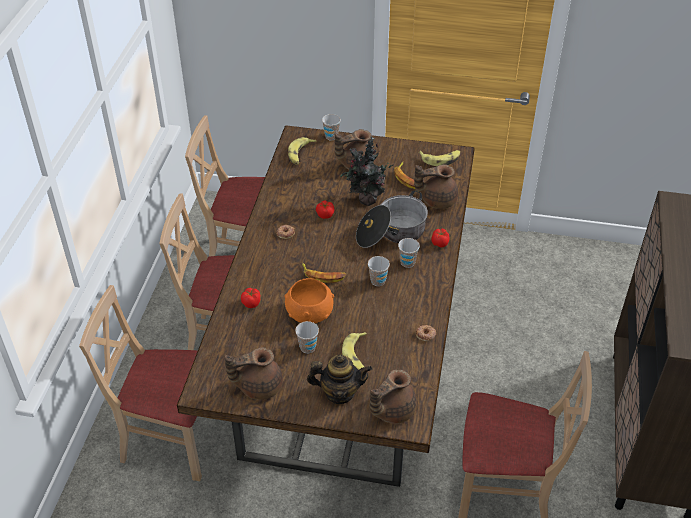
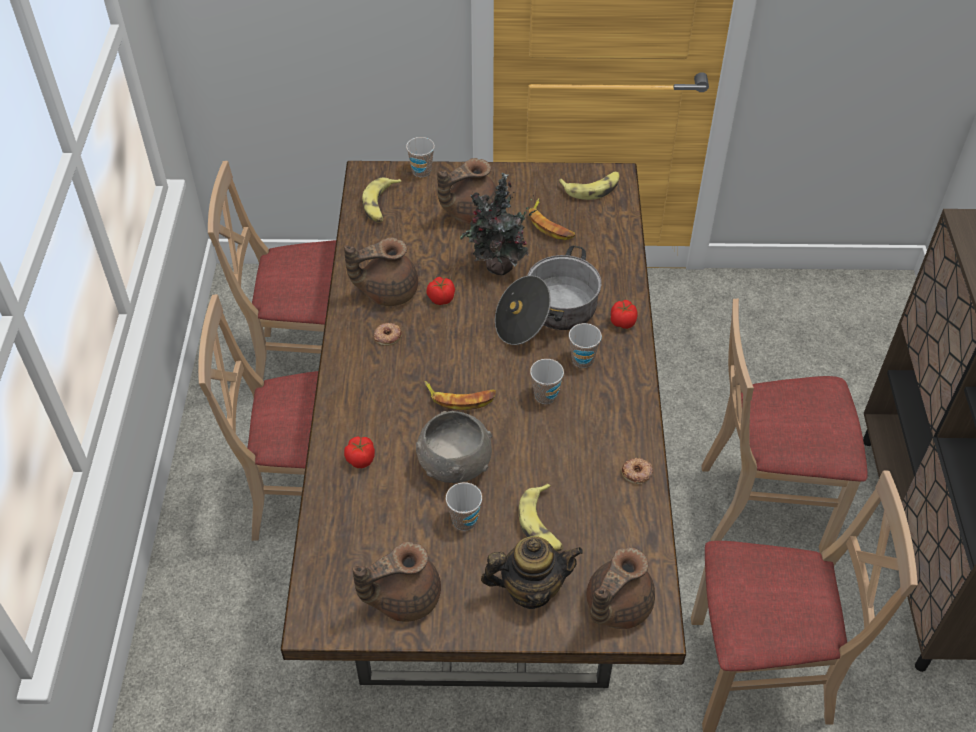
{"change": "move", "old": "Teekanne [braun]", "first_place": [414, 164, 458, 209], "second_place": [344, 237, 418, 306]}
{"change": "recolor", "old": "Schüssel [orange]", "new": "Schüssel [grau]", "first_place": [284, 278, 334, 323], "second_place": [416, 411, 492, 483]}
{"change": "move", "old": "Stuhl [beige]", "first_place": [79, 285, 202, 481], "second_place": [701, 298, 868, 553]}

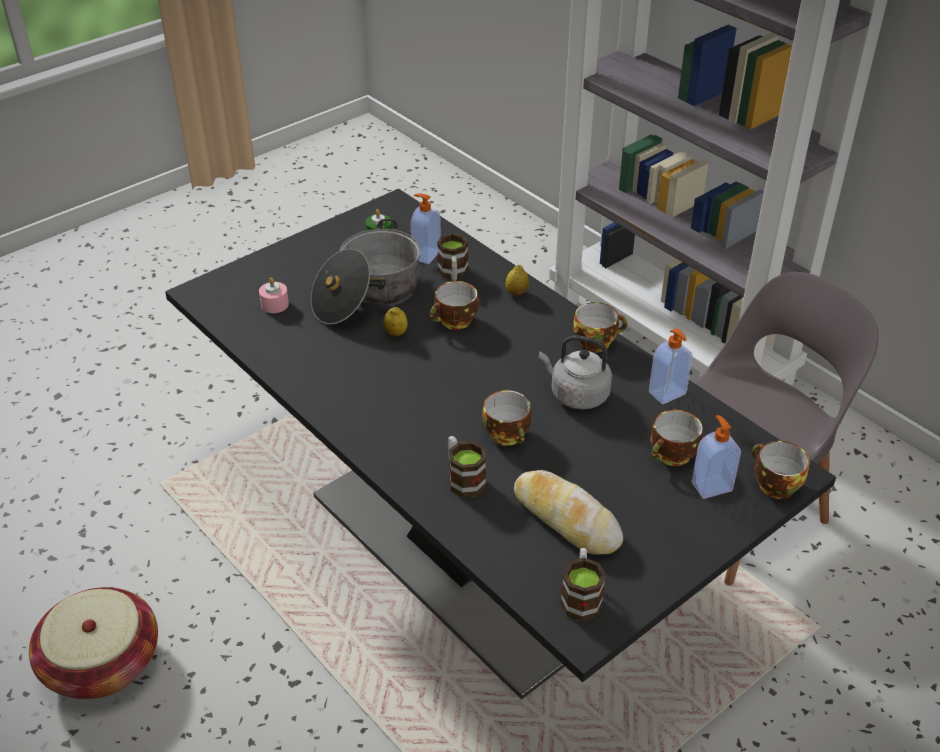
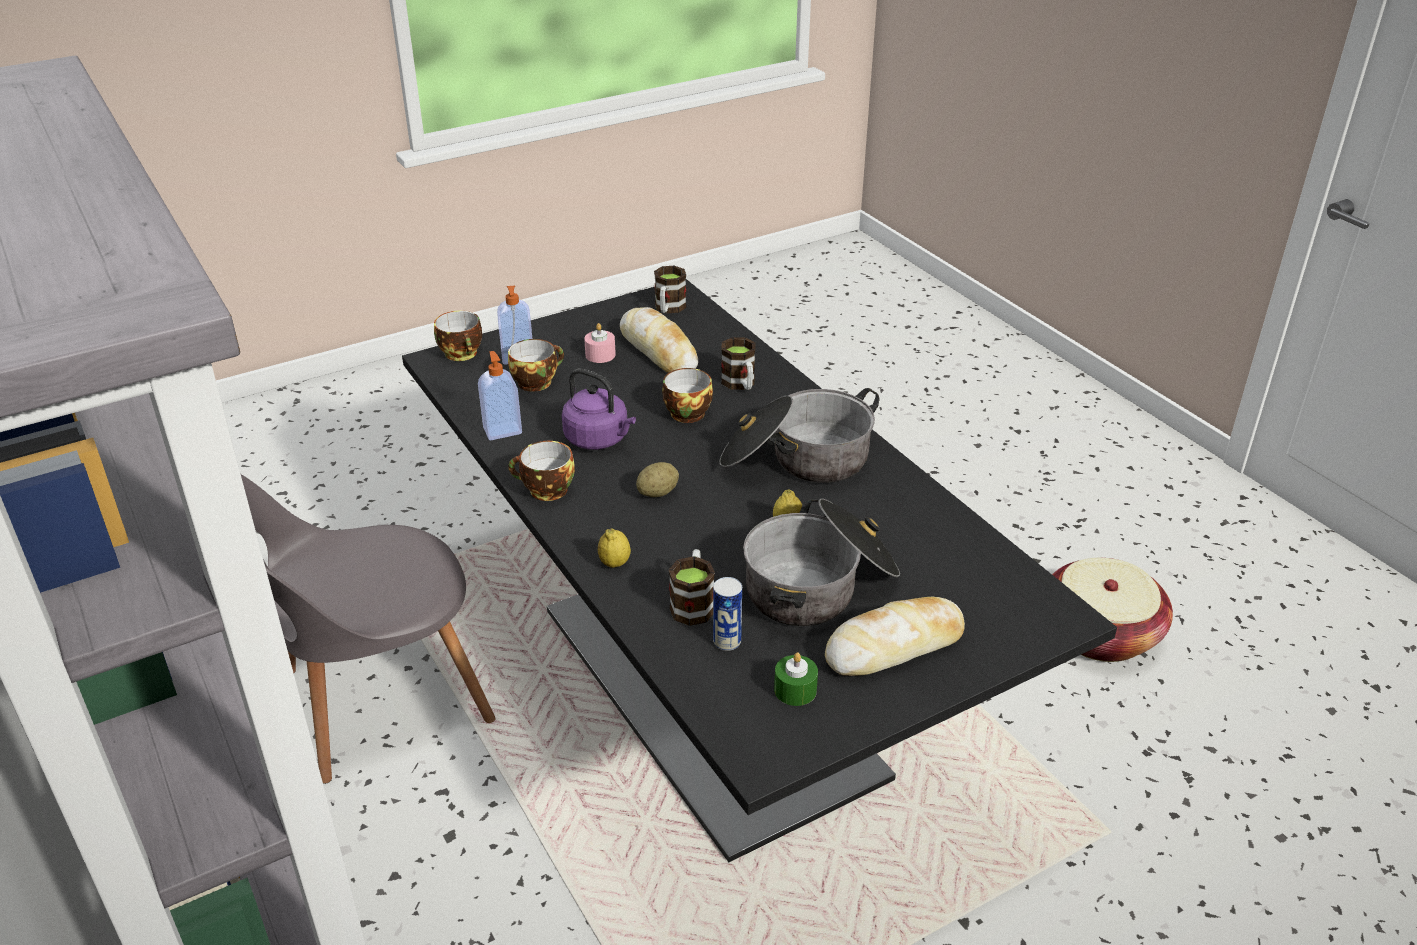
{"change": "recolor", "old": "Wasserkessel [grau]", "new": "Wasserkessel [lila]", "first_place": [539, 335, 612, 409], "second_place": [562, 369, 636, 450]}
{"change": "move", "old": "Kerze [rosa]", "first_place": [259, 277, 289, 313], "second_place": [584, 323, 616, 363]}
{"change": "insert", "new": "Kartoffel", "second_place": [636, 462, 679, 497]}
{"change": "replace", "old": "Seifenspender", "new": "Dose", "first_place": [411, 193, 441, 264], "second_place": [713, 577, 742, 651]}
{"change": "insert", "new": "Kochtopf", "second_place": [719, 388, 879, 483]}
{"change": "insert", "new": "Brot", "second_place": [825, 597, 965, 676]}
{"change": "delete", "old": "Tasse", "first_place": [430, 281, 478, 330]}

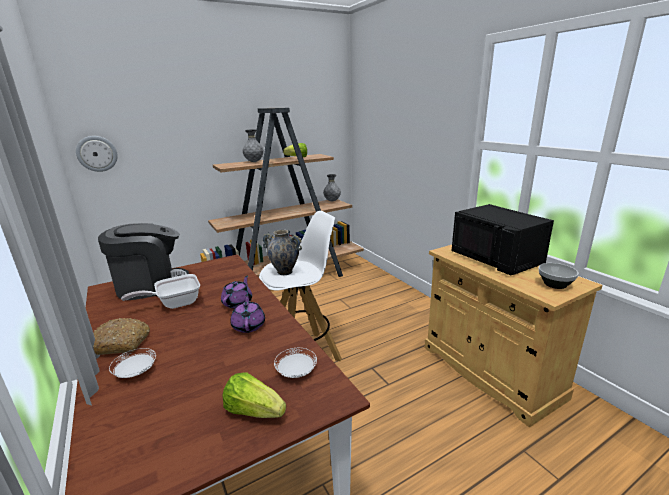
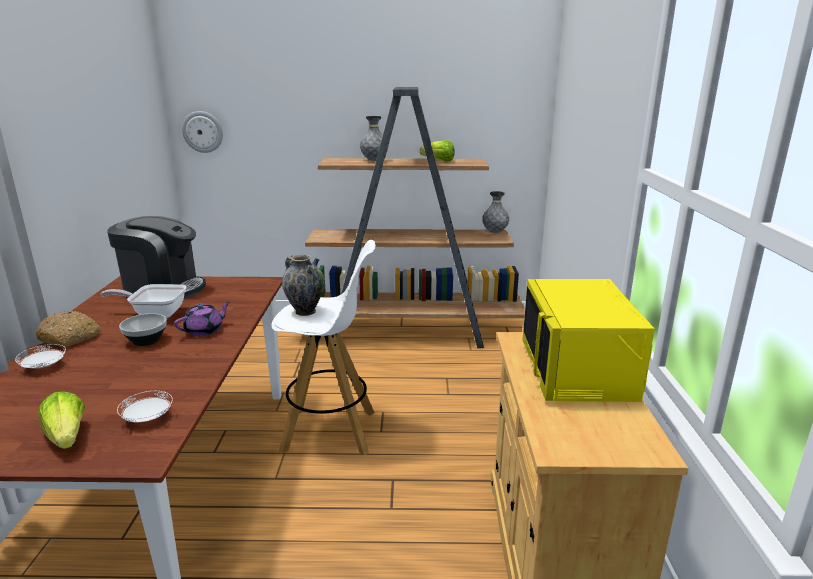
{"change": "move", "old": "Schüssel", "first_place": [539, 263, 579, 289], "second_place": [119, 313, 167, 346]}
{"change": "recolor", "old": "Mikrowelle [schwarz]", "new": "Mikrowelle [gelb]", "first_place": [451, 204, 554, 275], "second_place": [522, 279, 655, 402]}
{"change": "delete", "old": "Teekanne [lila]", "first_place": [230, 294, 265, 333]}

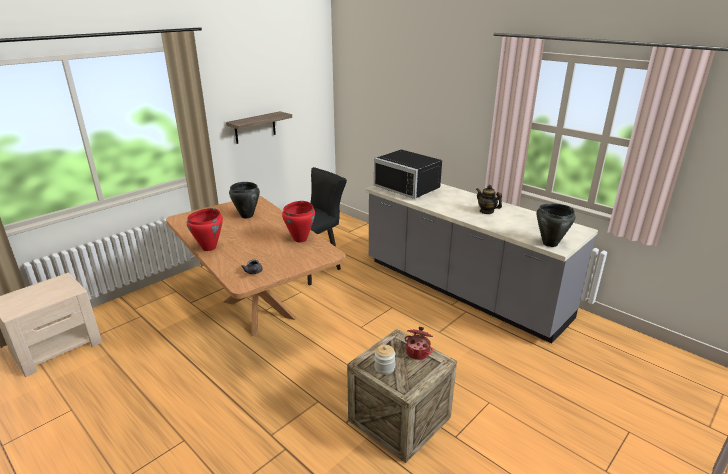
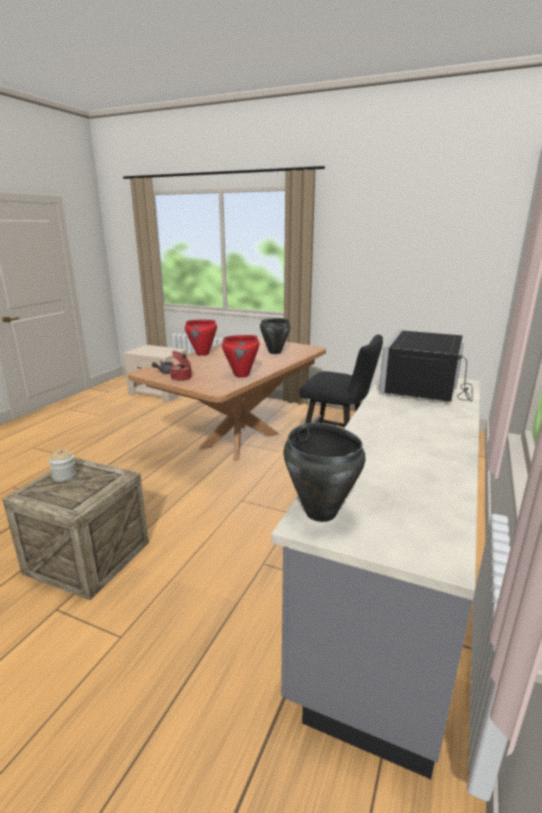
{"change": "move", "old": "Kochtopf", "first_place": [405, 327, 433, 360], "second_place": [170, 351, 192, 381]}
{"change": "delete", "old": "Wandregal", "first_place": [226, 111, 292, 144]}
{"change": "delete", "old": "Teekanne", "first_place": [476, 185, 502, 214]}

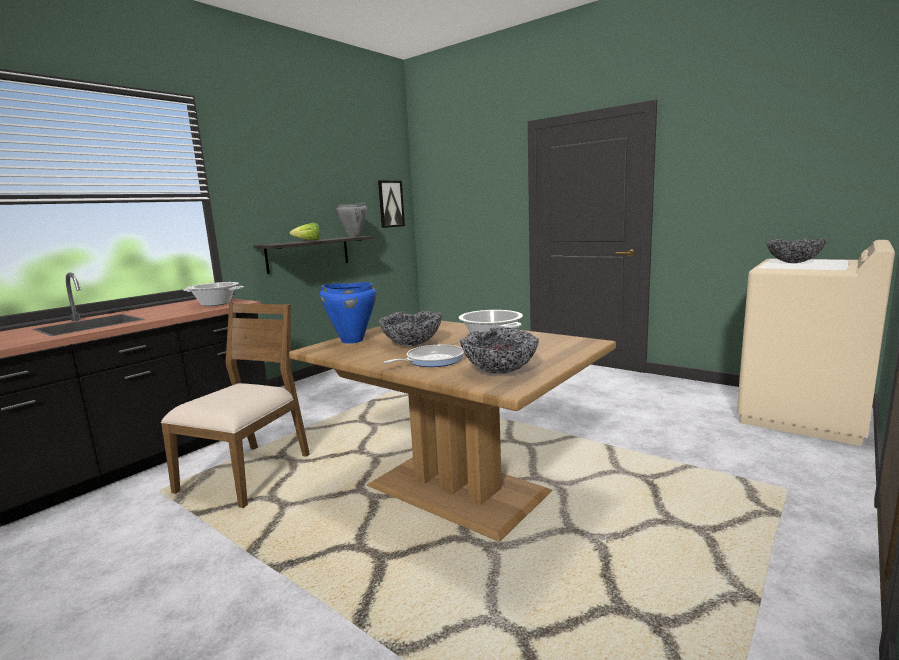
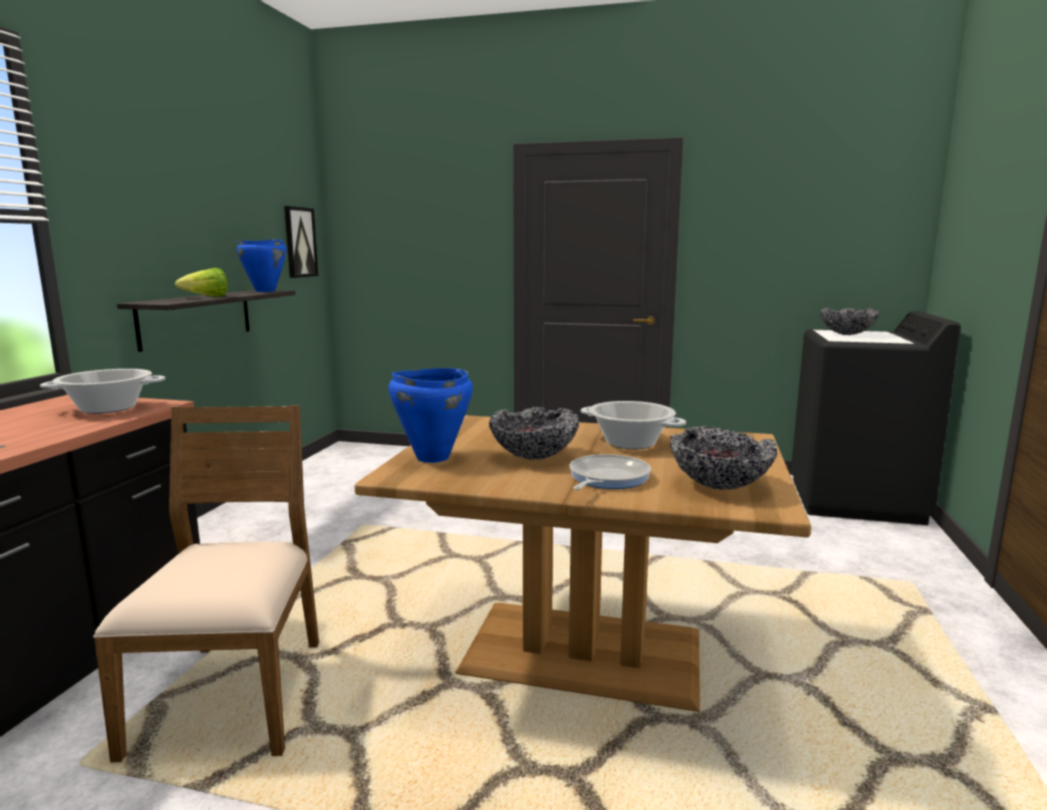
{"change": "recolor", "old": "Kochtopf [grau]", "new": "Kochtopf [blau]", "first_place": [336, 203, 367, 237], "second_place": [237, 239, 286, 292]}
{"change": "recolor", "old": "Waschmaschine [beige]", "new": "Waschmaschine [schwarz]", "first_place": [737, 240, 895, 446], "second_place": [791, 311, 961, 525]}

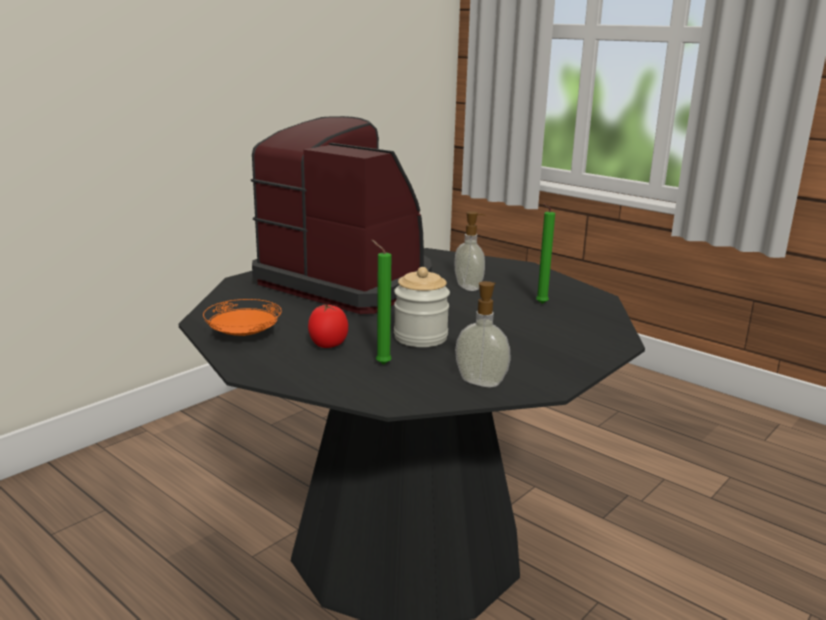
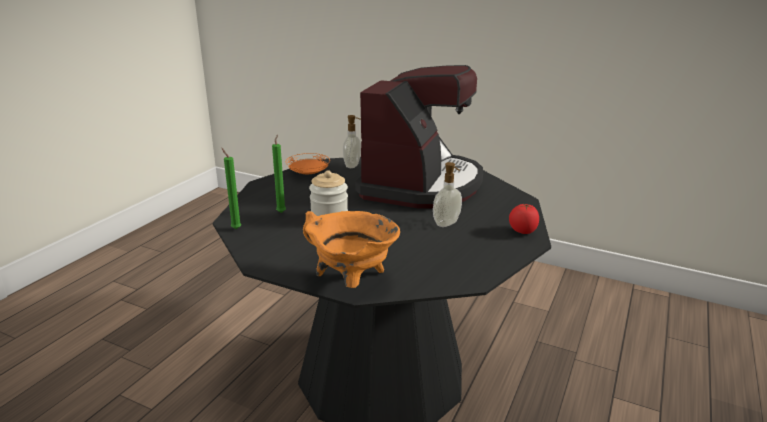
{"change": "move", "old": "Kerze [grün]", "first_place": [536, 203, 555, 304], "second_place": [222, 148, 242, 229]}
{"change": "insert", "new": "Kochtopf [orange]", "second_place": [303, 211, 400, 288]}
{"change": "move", "old": "Seifenspender", "first_place": [455, 281, 511, 387], "second_place": [343, 115, 361, 168]}
{"change": "move", "old": "Tomate", "first_place": [308, 304, 348, 348], "second_place": [509, 203, 539, 234]}

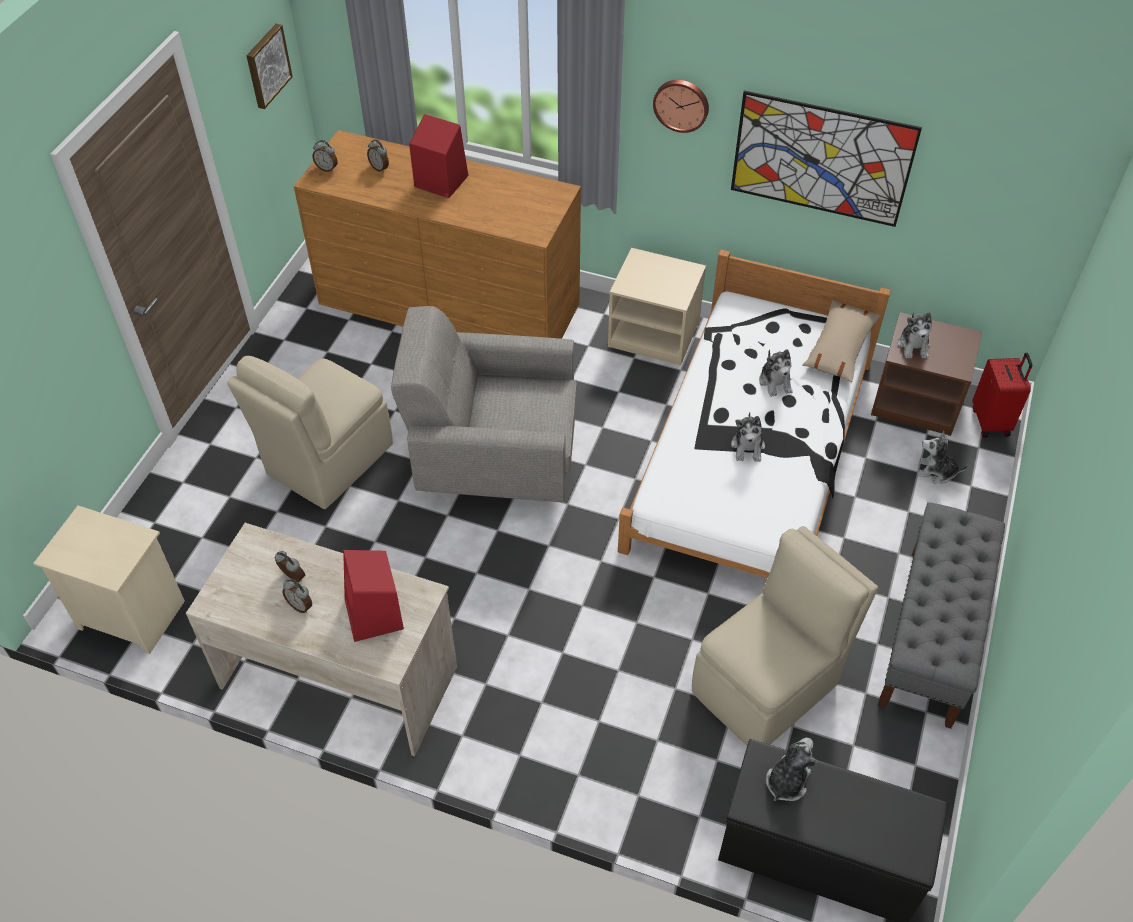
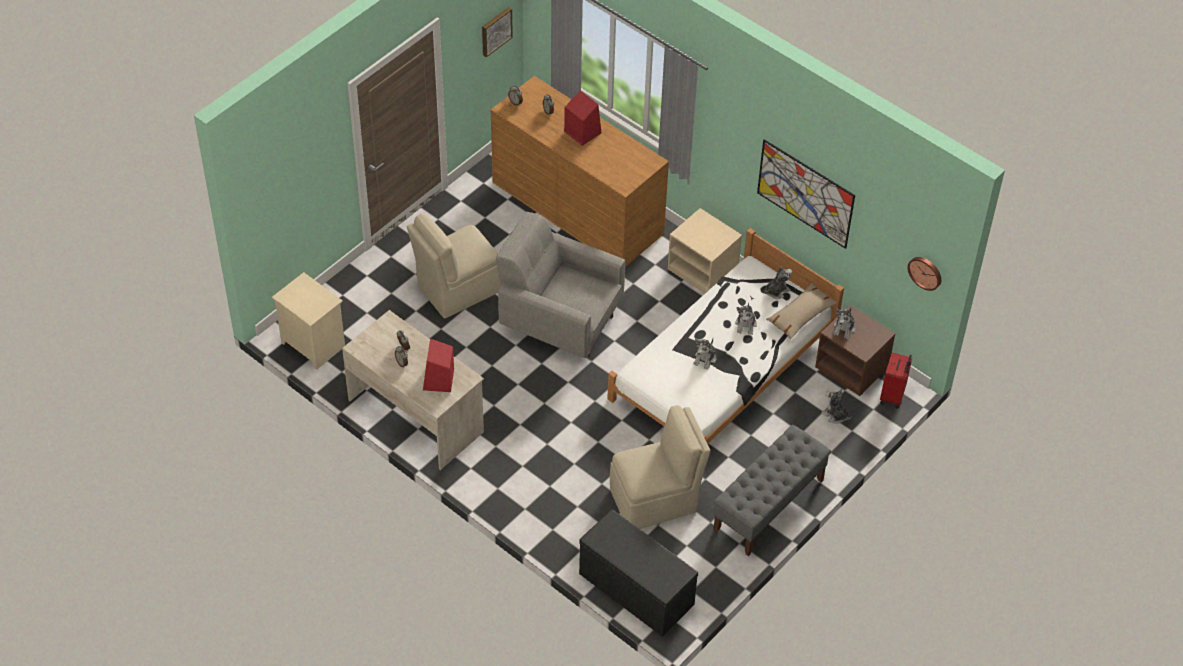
{"change": "move", "old": "Plüschtier", "first_place": [766, 738, 819, 801], "second_place": [764, 267, 792, 299]}
{"change": "move", "old": "Wanduhr", "first_place": [653, 80, 709, 133], "second_place": [907, 257, 941, 291]}

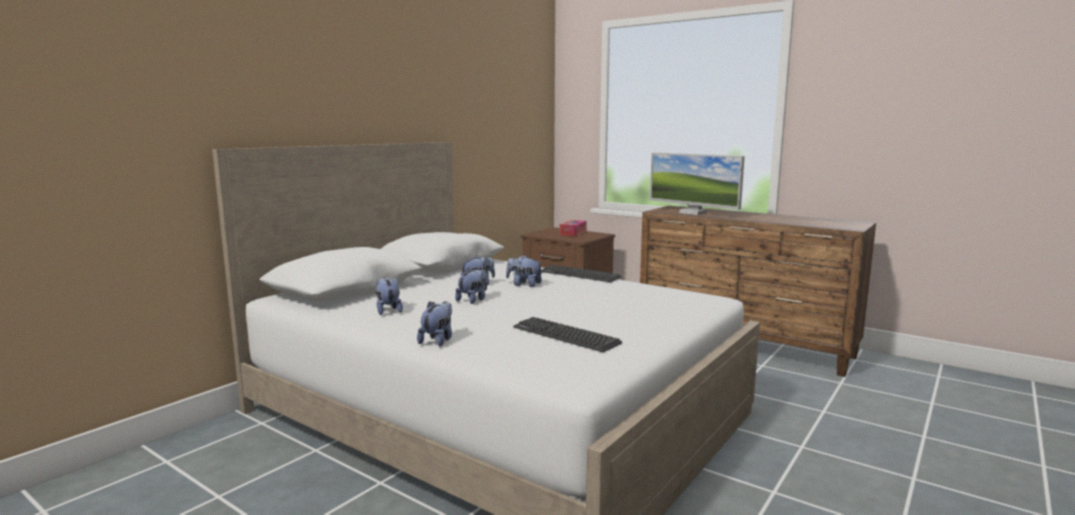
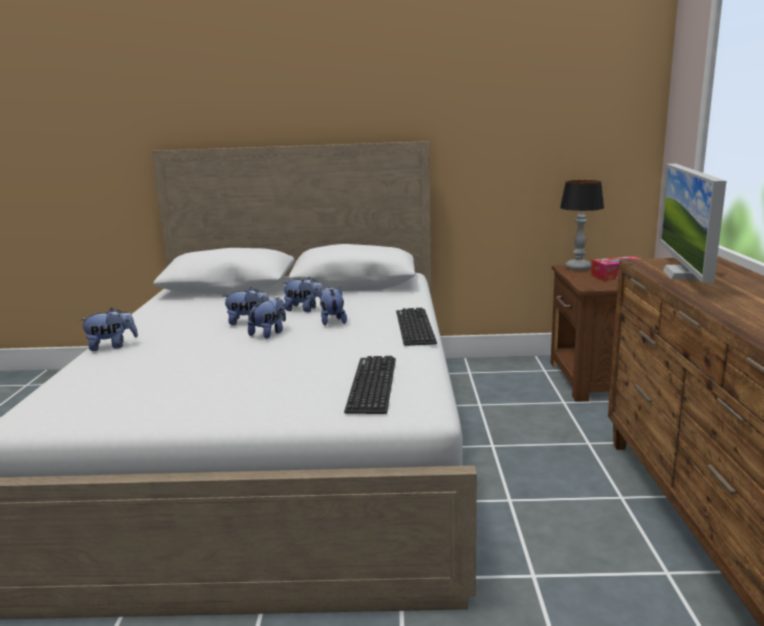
{"change": "move", "old": "Plüschtier", "first_place": [376, 277, 403, 315], "second_place": [248, 297, 286, 339]}
{"change": "move", "old": "Tastatur", "first_place": [513, 317, 622, 352], "second_place": [344, 356, 396, 414]}
{"change": "insert", "new": "Tischlampe", "second_place": [560, 180, 604, 270]}

